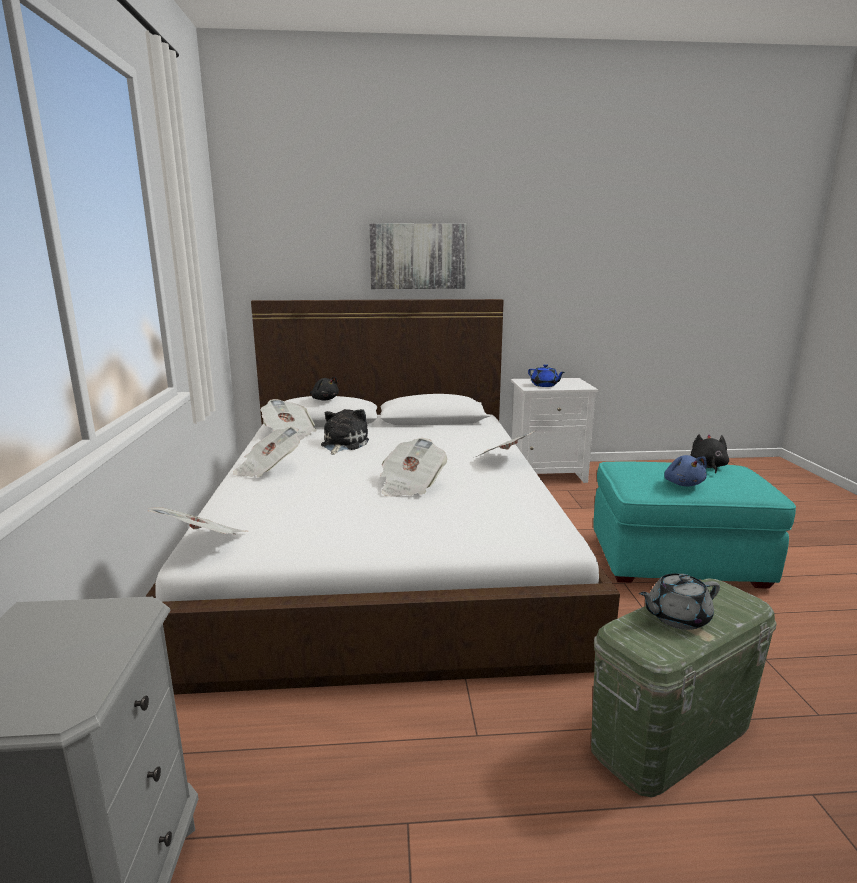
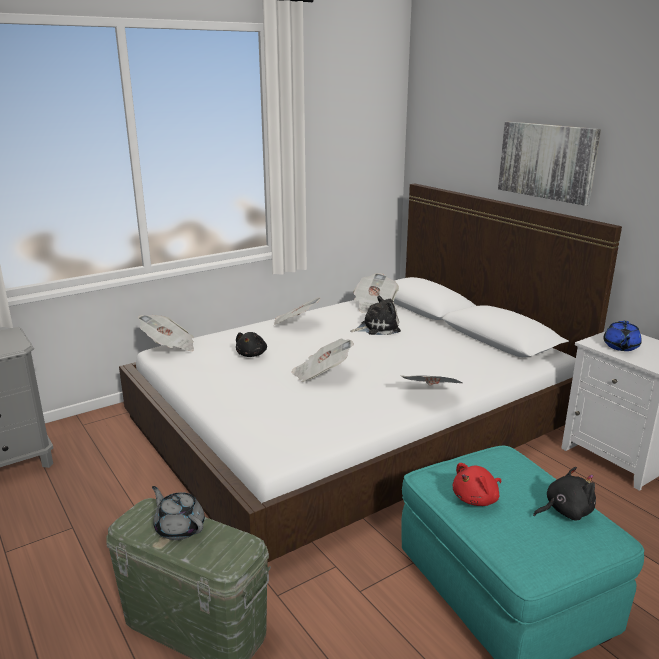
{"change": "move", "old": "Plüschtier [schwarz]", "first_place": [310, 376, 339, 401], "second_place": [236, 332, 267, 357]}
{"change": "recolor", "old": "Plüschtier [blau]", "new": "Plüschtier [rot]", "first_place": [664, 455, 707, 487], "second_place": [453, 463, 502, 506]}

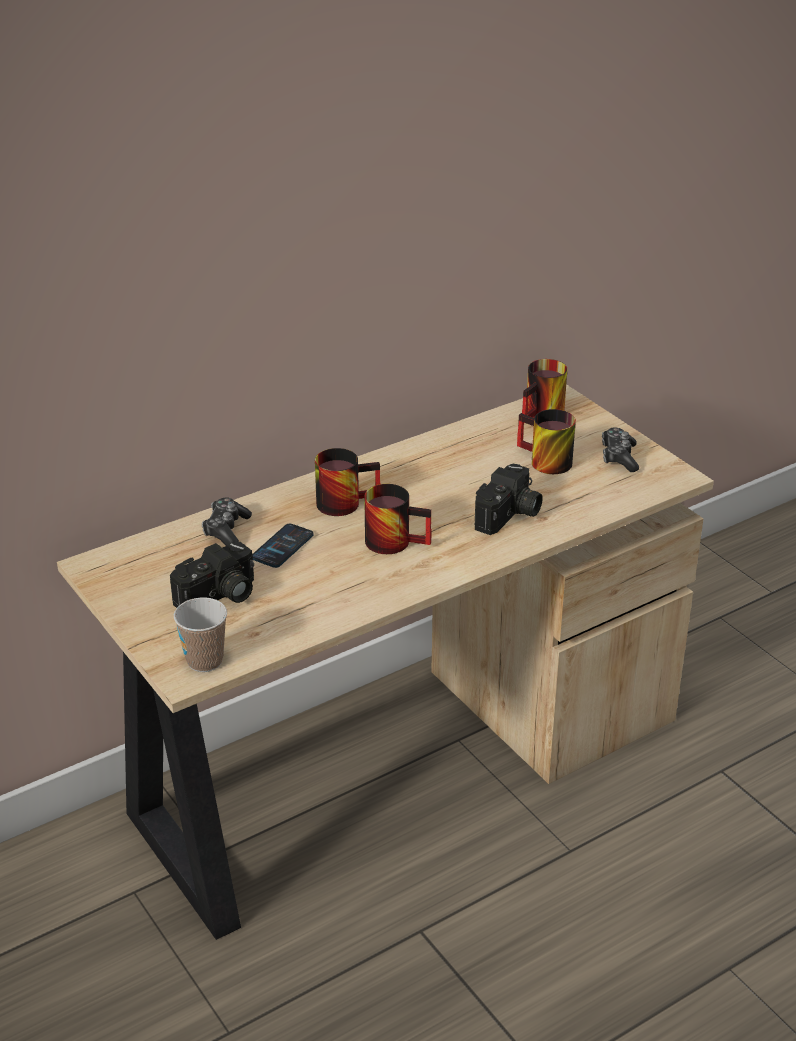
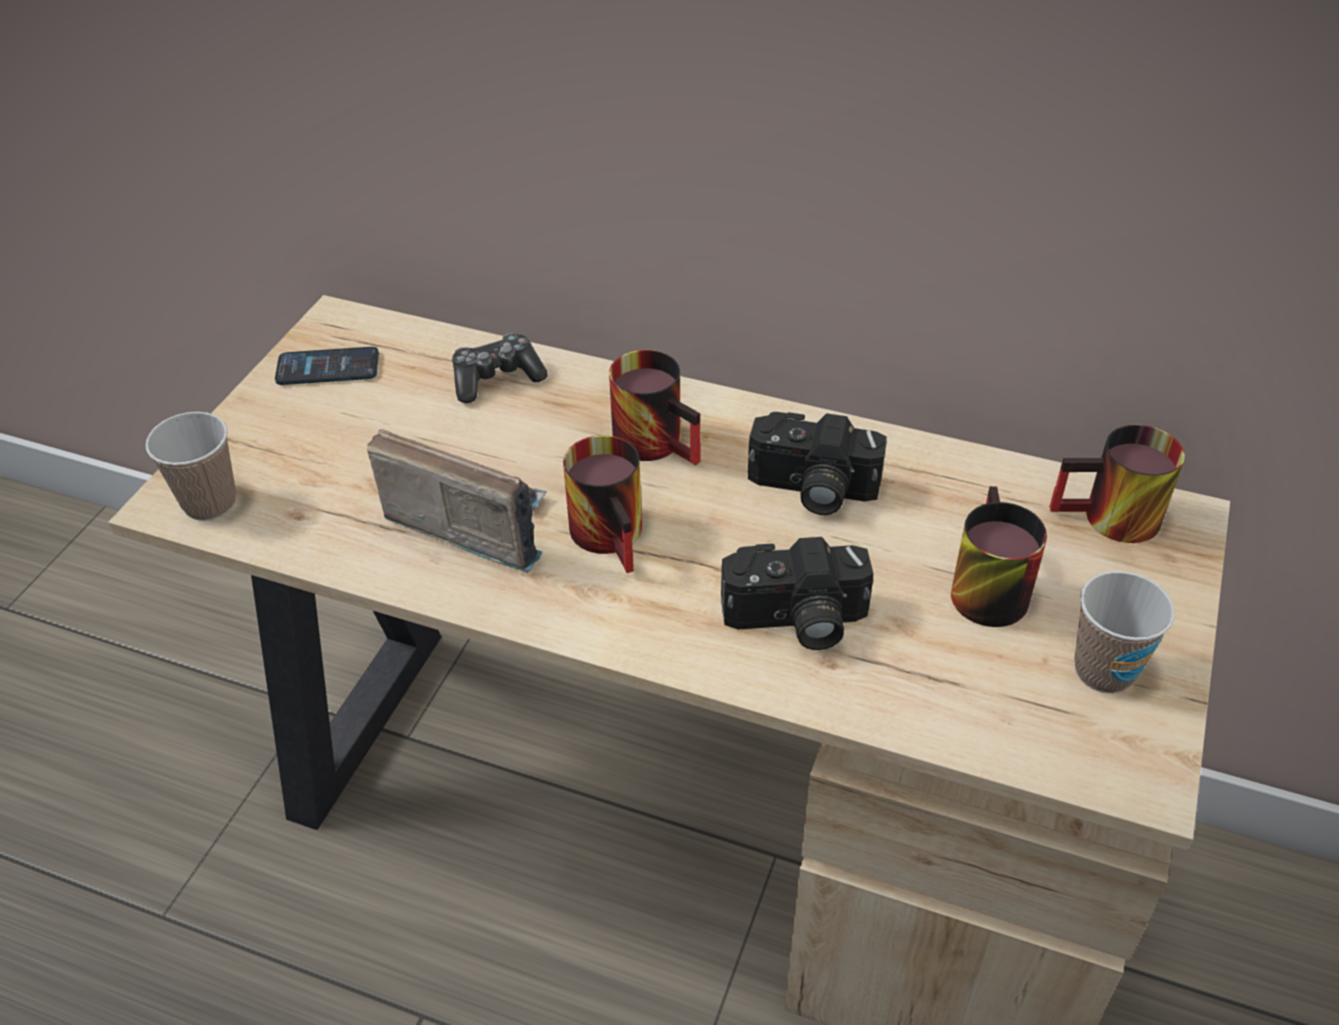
{"change": "move", "old": "Handy", "first_place": [252, 524, 314, 568], "second_place": [275, 347, 379, 385]}
{"change": "insert", "new": "Radio", "second_place": [367, 429, 547, 573]}
{"change": "move", "old": "Kamera", "first_place": [170, 542, 254, 608], "second_place": [748, 412, 887, 515]}
{"change": "replace", "old": "Gamepad", "new": "Tasse", "first_place": [602, 427, 639, 472], "second_place": [1074, 571, 1175, 693]}

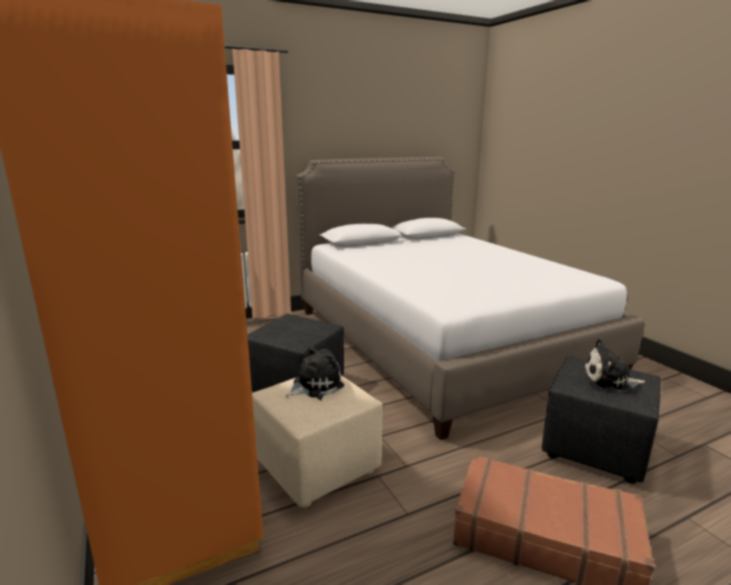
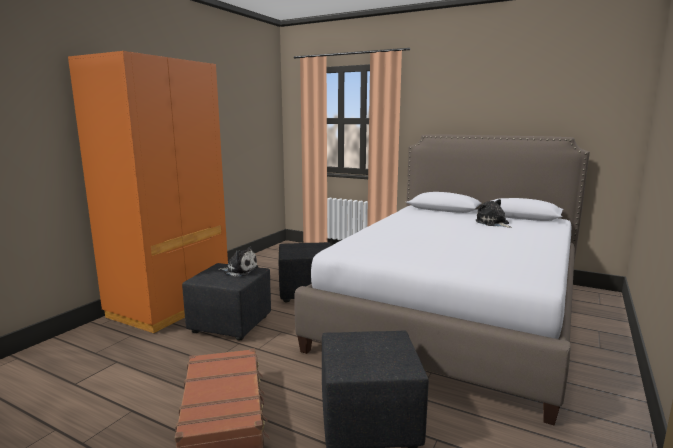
{"change": "recolor", "old": "Polsterhocker [beige]", "new": "Polsterhocker [schwarz]", "first_place": [252, 376, 383, 508], "second_place": [182, 263, 271, 341]}
{"change": "move", "old": "Plüschtier", "first_place": [583, 339, 645, 392], "second_place": [476, 199, 512, 228]}

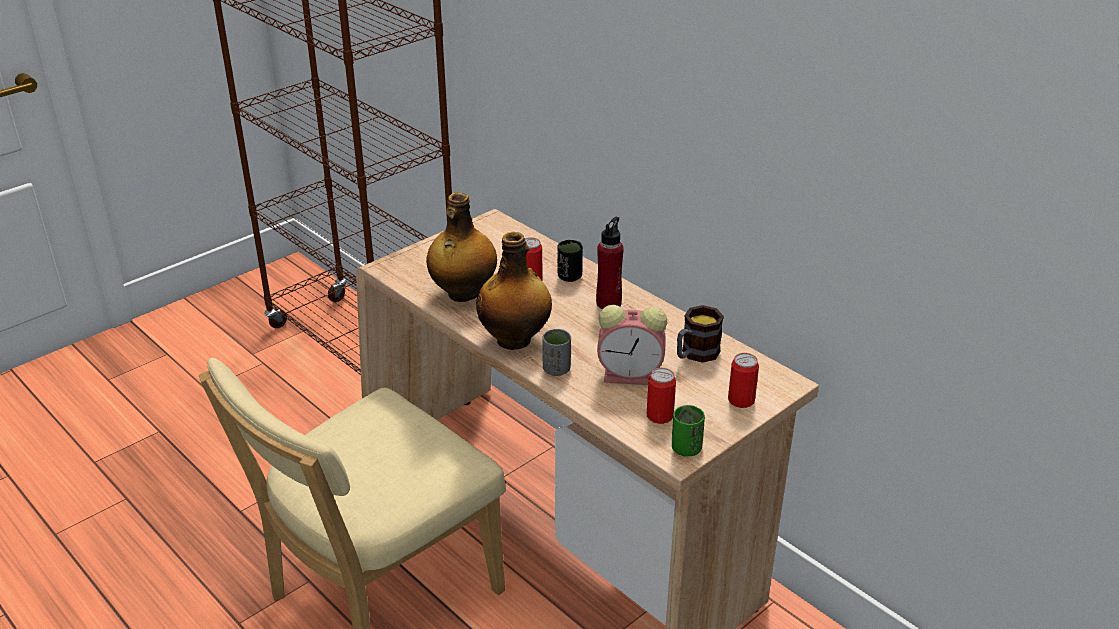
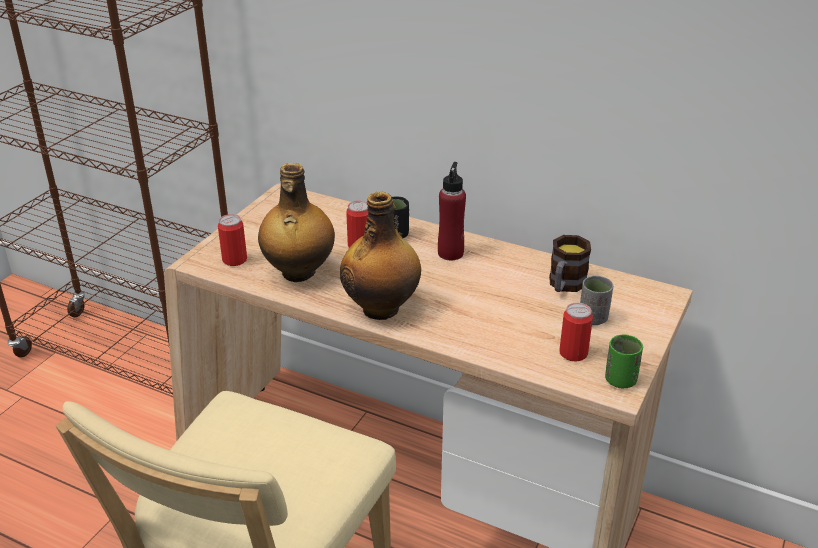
{"change": "move", "old": "Dose", "first_place": [728, 353, 759, 408], "second_place": [218, 214, 247, 266]}
{"change": "move", "old": "Tasse [grau]", "first_place": [542, 329, 571, 376], "second_place": [580, 275, 613, 325]}
{"change": "delete", "old": "Wecker", "first_place": [597, 305, 668, 385]}

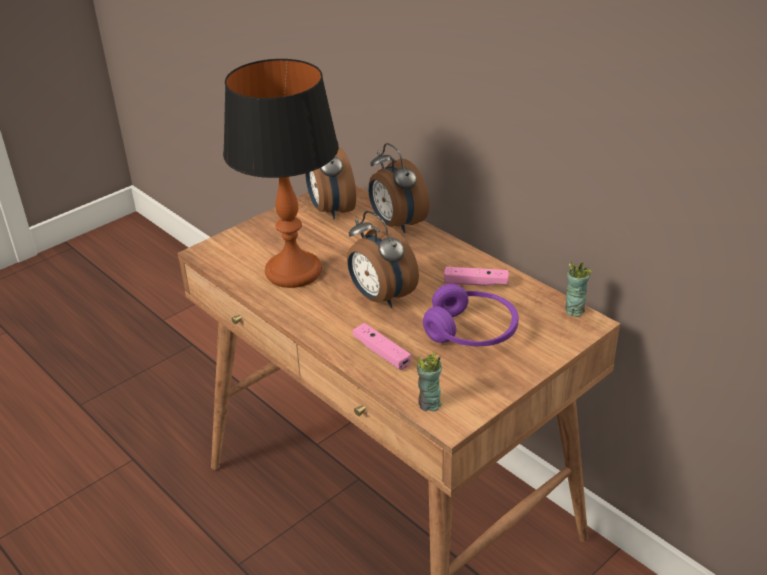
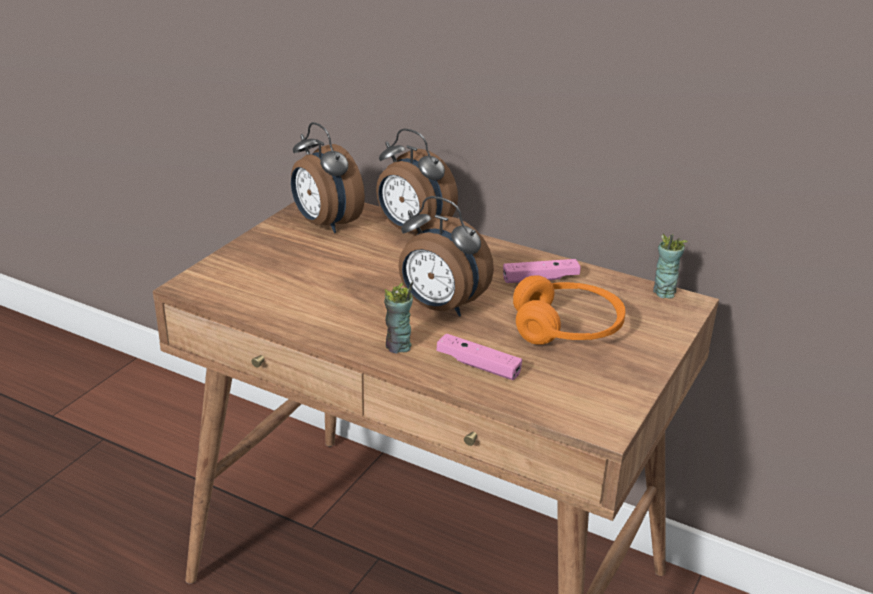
{"change": "move", "old": "Tasse", "first_place": [417, 352, 442, 411], "second_place": [384, 282, 413, 353]}
{"change": "recolor", "old": "Kopfhörer [lila]", "new": "Kopfhörer [orange]", "first_place": [423, 283, 519, 346], "second_place": [513, 275, 626, 345]}
{"change": "delete", "old": "Tischlampe", "first_place": [223, 59, 339, 288]}

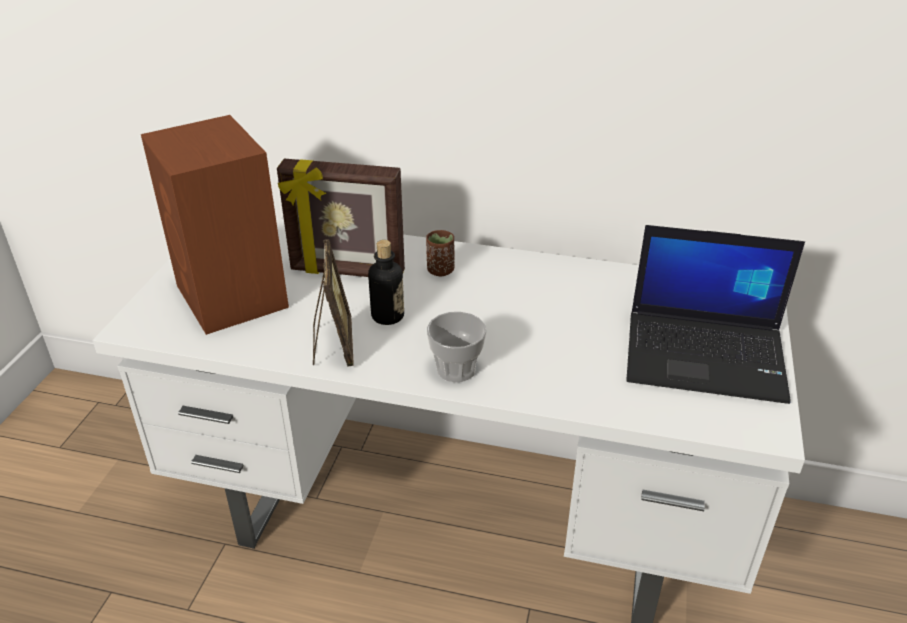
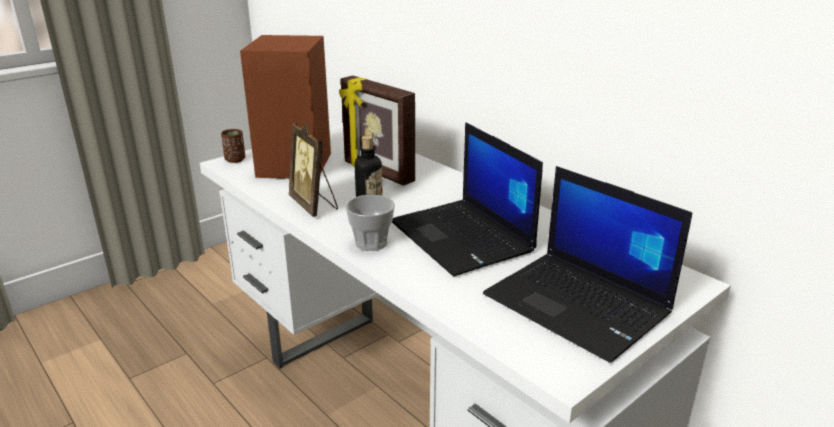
{"change": "move", "old": "Tasse [braun]", "first_place": [426, 230, 455, 276], "second_place": [221, 129, 245, 163]}
{"change": "rotate", "old": "Bilderrahmen", "first_place": [313, 239, 354, 367], "second_place": [289, 123, 338, 217], "degrees": 120}
{"change": "insert", "new": "Laptop", "second_place": [392, 122, 543, 276]}

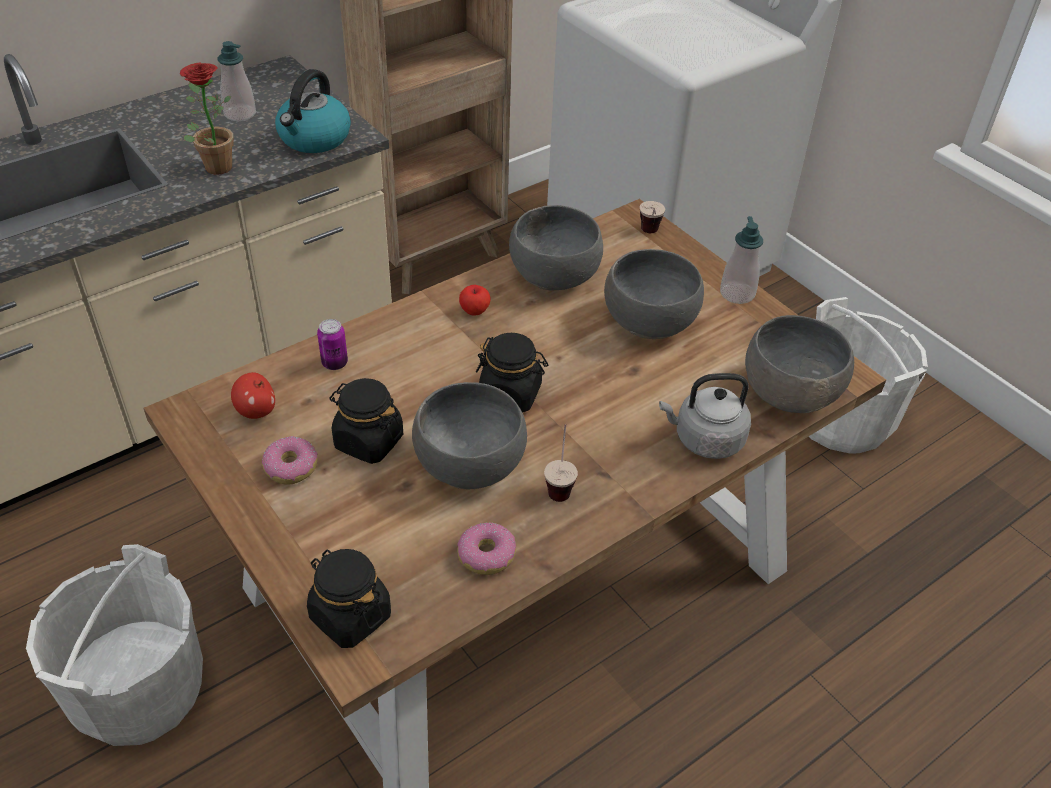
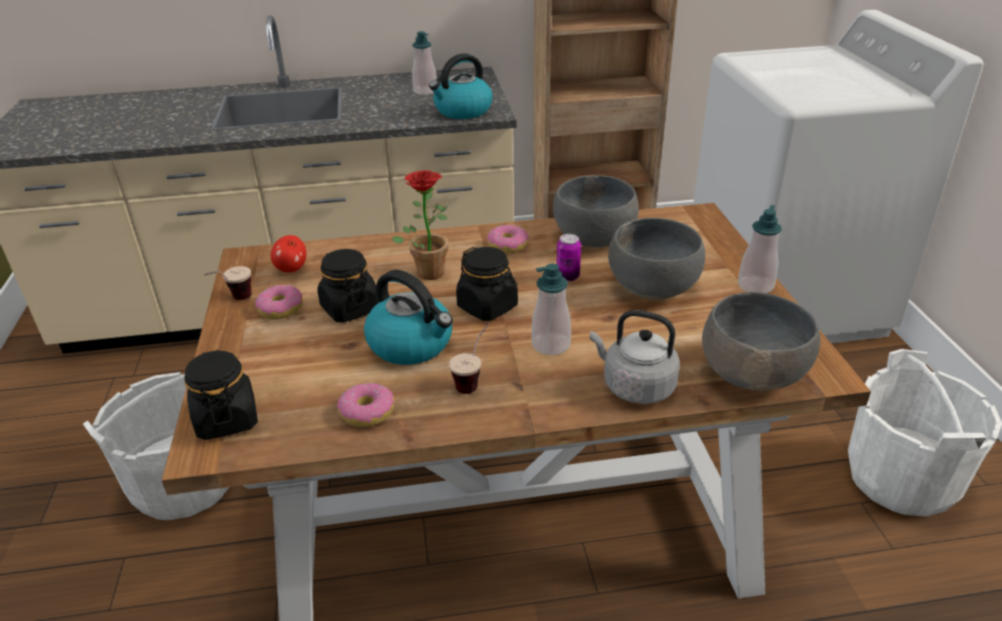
{"change": "move", "old": "Tasse", "first_place": [640, 201, 665, 233], "second_place": [204, 266, 252, 300]}
{"change": "replace", "old": "Schüssel [grau]", "new": "Wasserkessel", "first_place": [412, 382, 527, 489], "second_place": [364, 270, 453, 365]}
{"change": "move", "old": "Topfpflanze", "first_place": [180, 62, 234, 175], "second_place": [392, 170, 448, 280]}
{"change": "replace", "old": "Apfel", "new": "Donut", "first_place": [459, 285, 491, 316], "second_place": [487, 225, 529, 254]}
{"change": "insert", "new": "Seifenspender", "second_place": [531, 264, 571, 355]}
{"change": "move", "old": "Dose", "first_place": [317, 319, 348, 370], "second_place": [557, 234, 581, 282]}

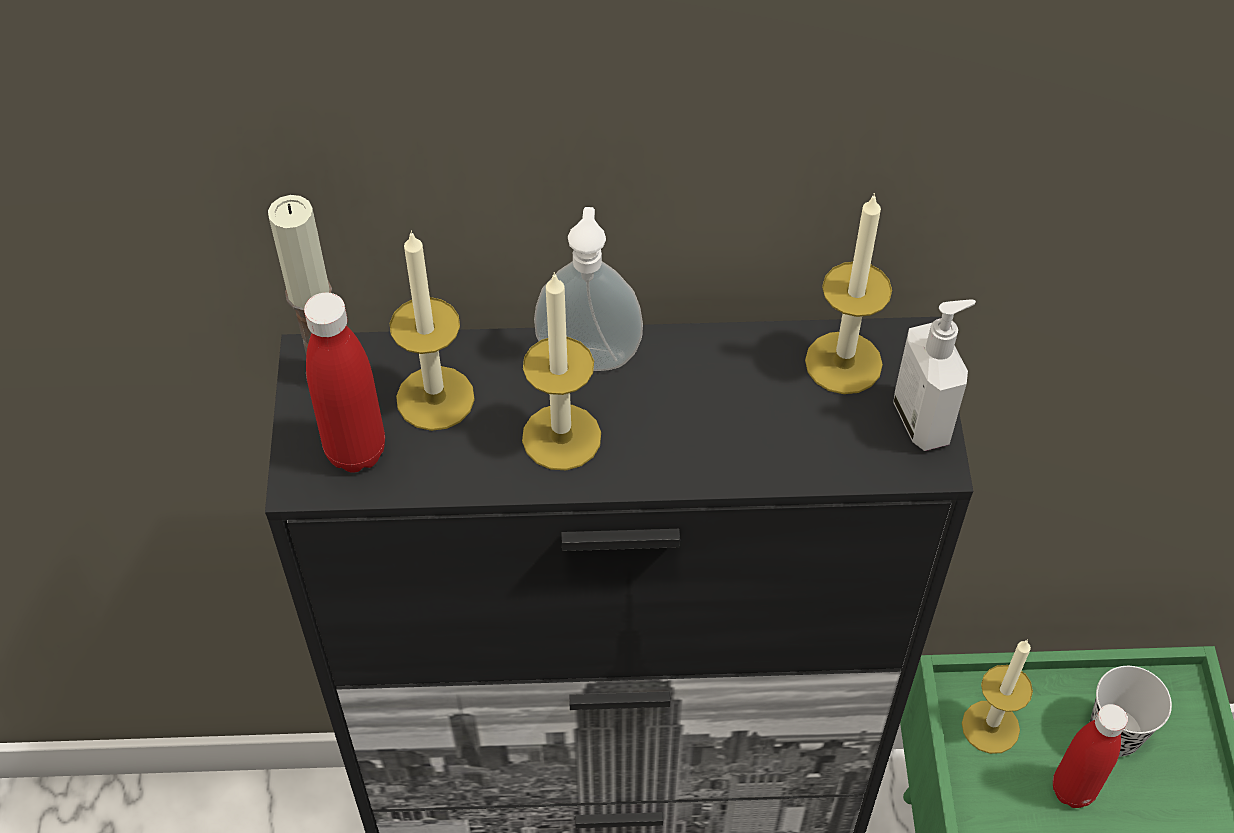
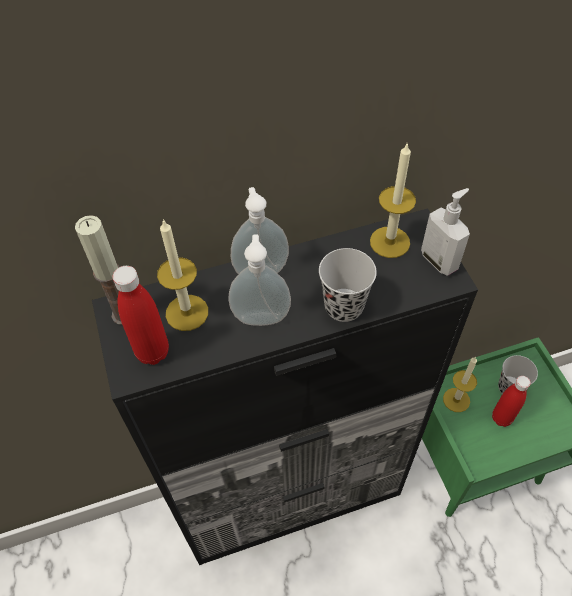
{"change": "replace", "old": "Kerze", "new": "Seifenspender", "first_place": [522, 272, 601, 470], "second_place": [228, 234, 291, 326]}
{"change": "insert", "new": "Tasse [schwarz]", "second_place": [319, 248, 377, 322]}

